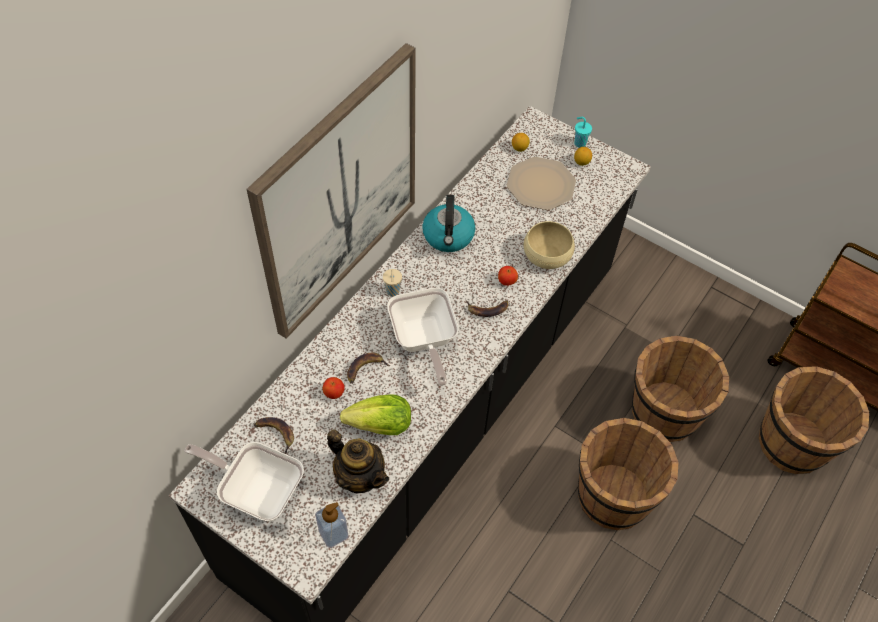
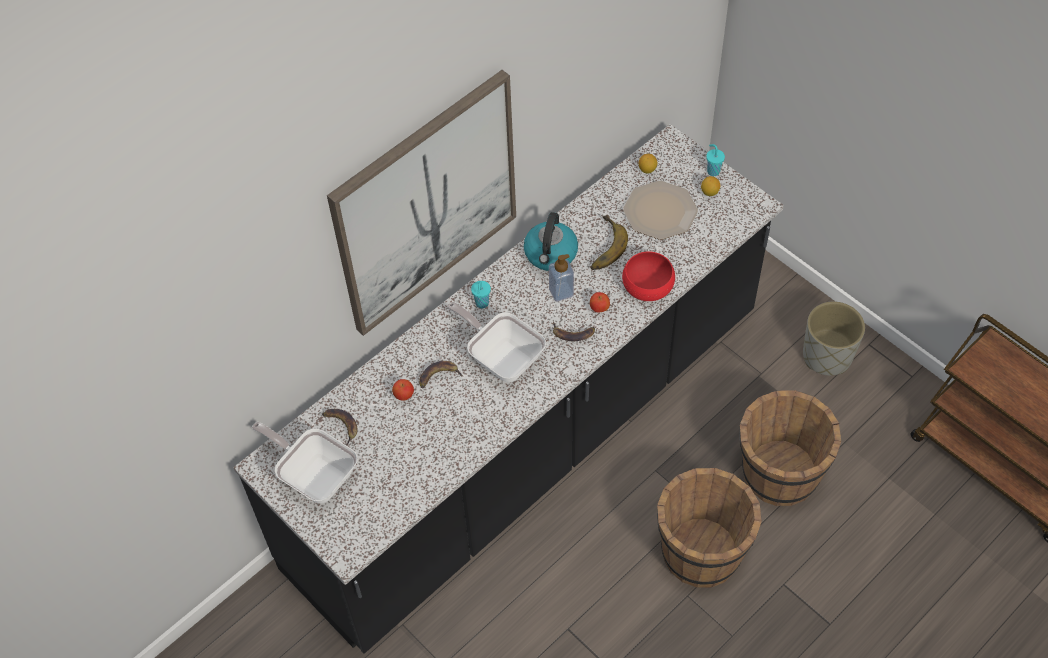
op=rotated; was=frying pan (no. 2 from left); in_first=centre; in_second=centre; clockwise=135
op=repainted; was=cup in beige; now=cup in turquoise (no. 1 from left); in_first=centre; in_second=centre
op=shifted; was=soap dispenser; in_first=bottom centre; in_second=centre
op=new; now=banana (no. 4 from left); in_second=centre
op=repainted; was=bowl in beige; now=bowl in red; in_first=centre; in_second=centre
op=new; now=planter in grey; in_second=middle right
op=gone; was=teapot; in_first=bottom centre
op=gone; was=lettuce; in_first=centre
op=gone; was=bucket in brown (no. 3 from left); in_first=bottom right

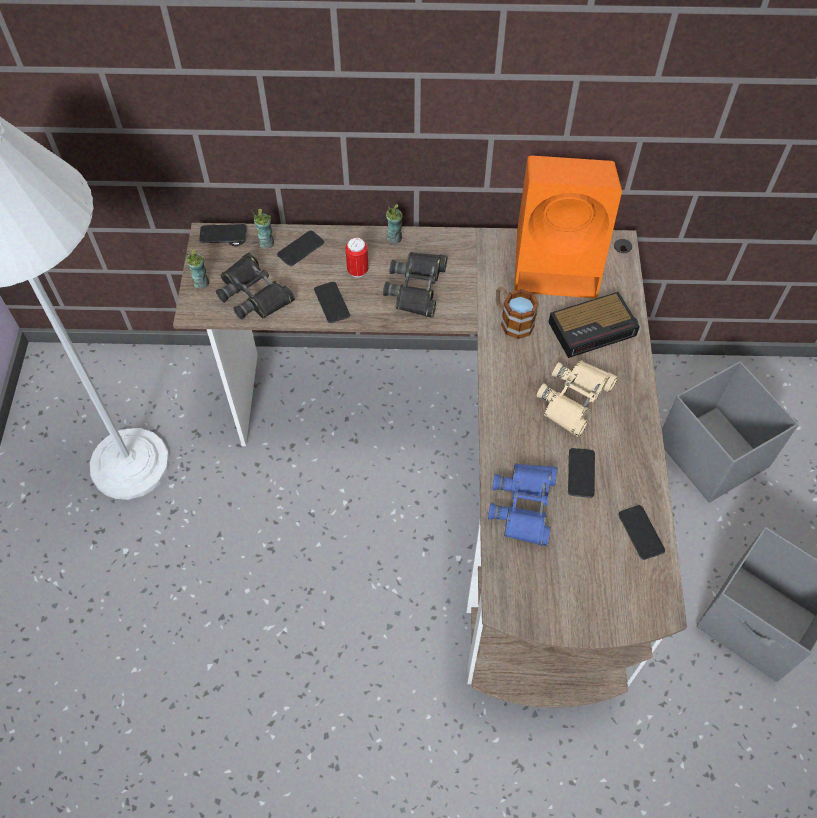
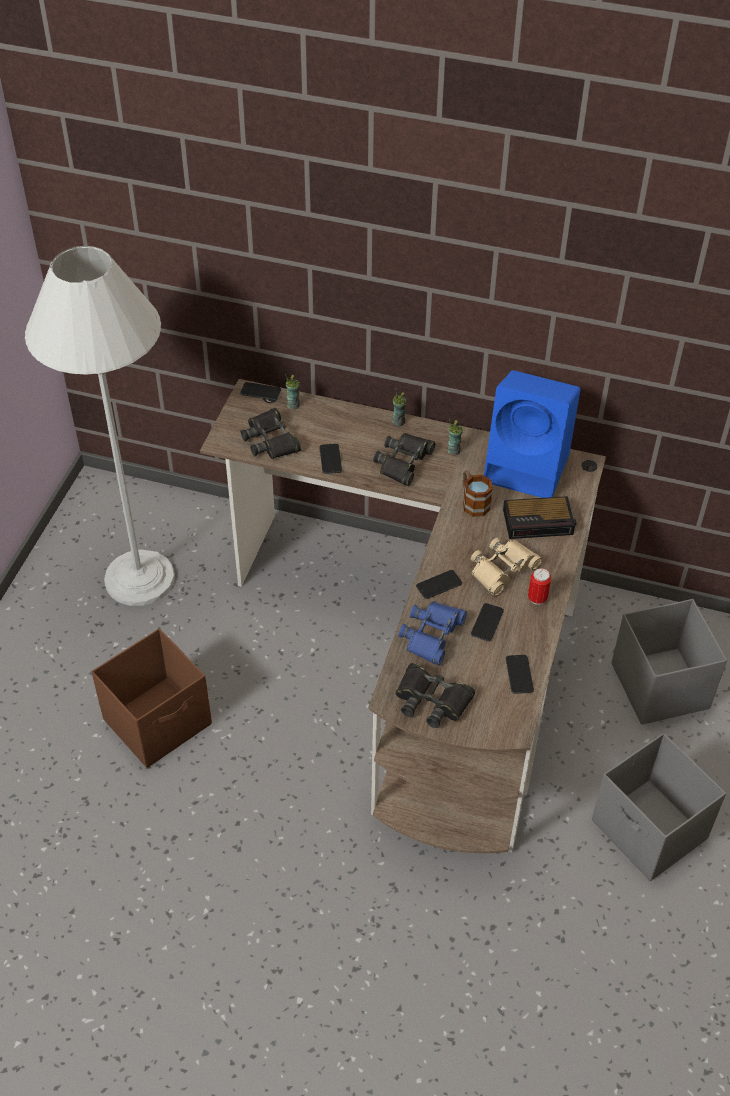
op=new; now=storage box in brown; in_second=middle left
op=new; now=binoculars in black (no. 3 from left); in_second=centre
op=shifted; was=phone (no. 2 from left in the first image); now=phone (no. 3 from left); in_first=top centre; in_second=centre
op=shifted; was=cup (no. 1 from left in the first image); now=cup (no. 3 from left); in_first=top left; in_second=centre
op=repainted; was=speaker in orange; now=speaker in blue; in_first=top right; in_second=middle right
op=shifted; was=can; in_first=top centre; in_second=middle right

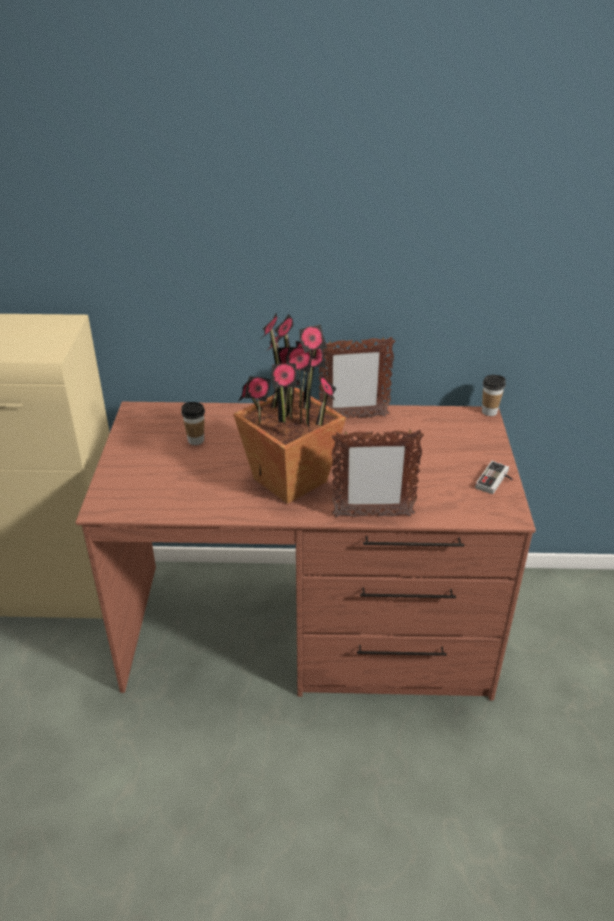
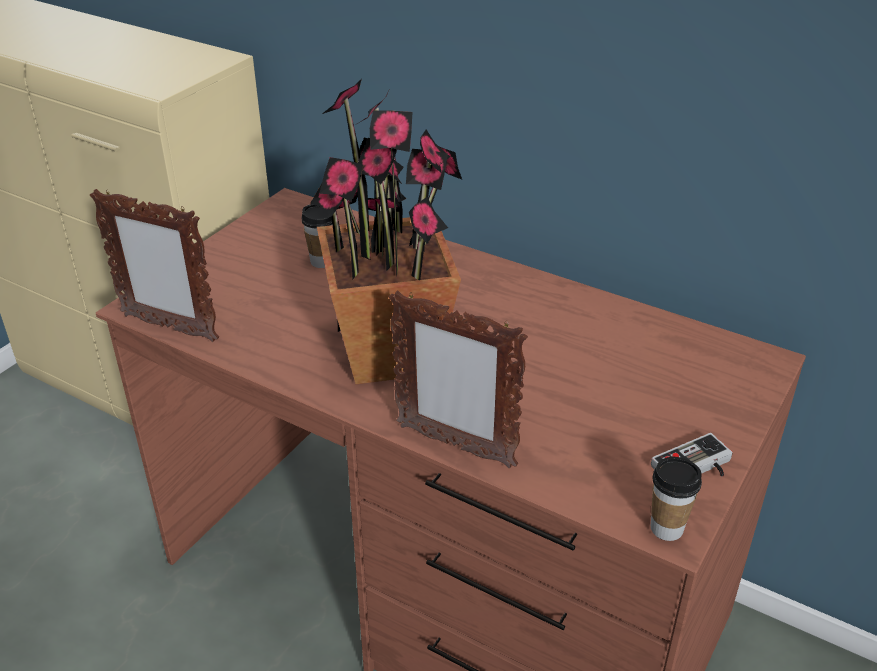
op=shifted; was=picture frame (no. 1 from left); in_first=centre; in_second=middle left
op=shifted; was=cup (no. 2 from left); in_first=middle right; in_second=bottom right

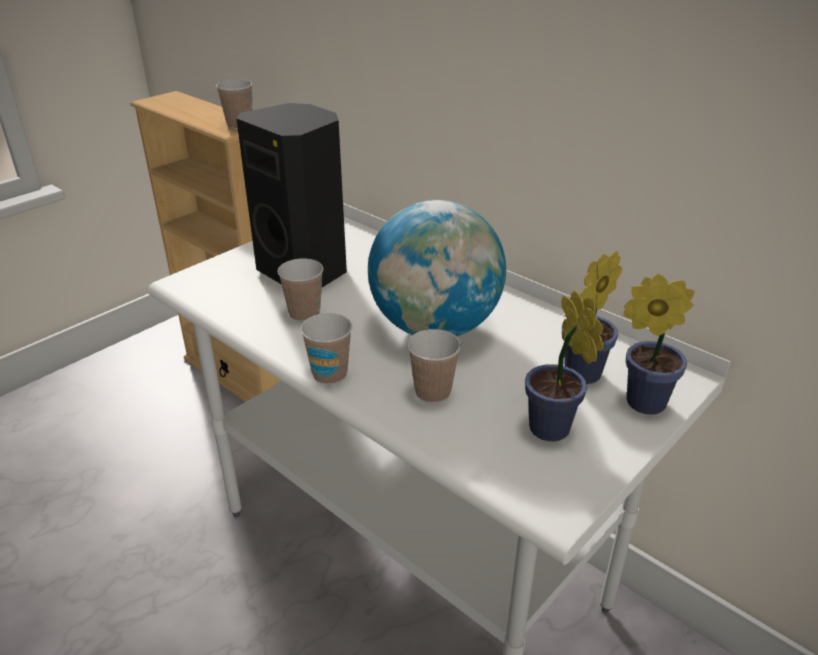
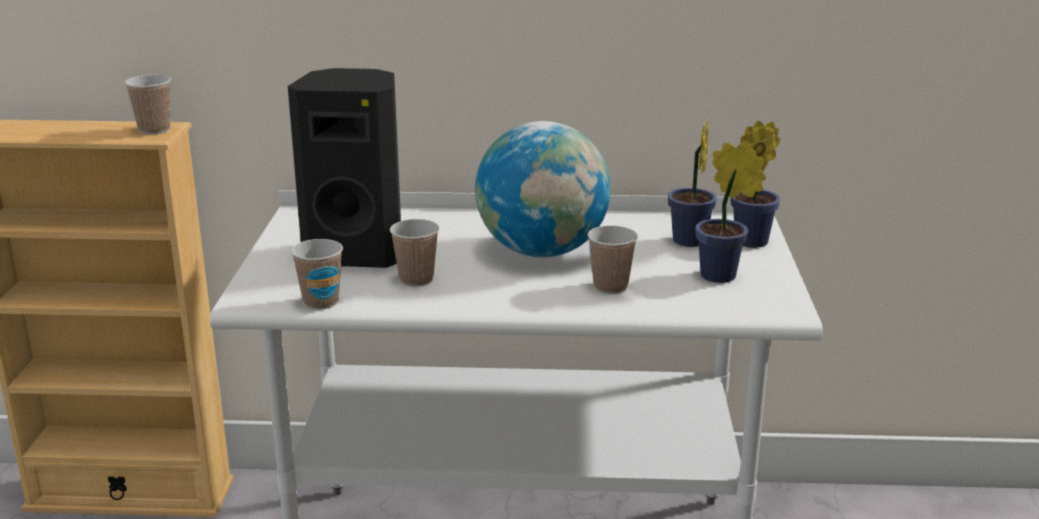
op=shifted; was=cup (no. 3 from left in the first image); now=cup (no. 2 from left); in_first=centre; in_second=middle left

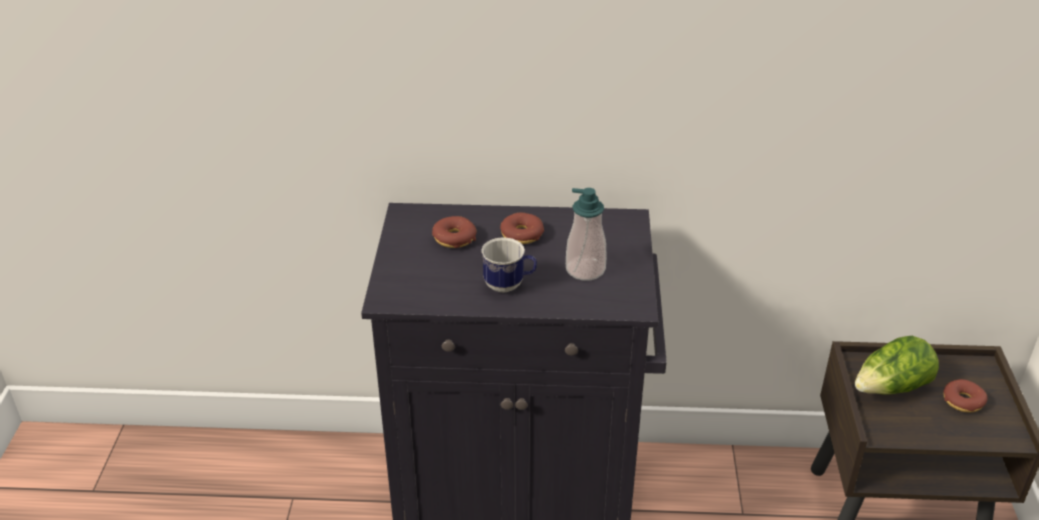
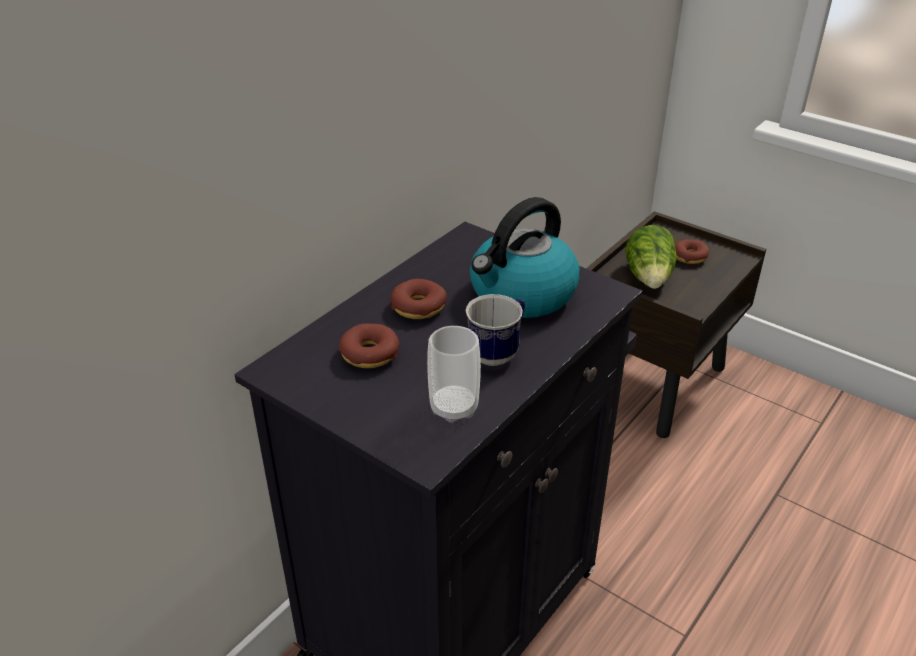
op=new; now=cup; in_second=centre
op=swapped; was=soap dispenser; now=kettle; in_first=centre; in_second=centre

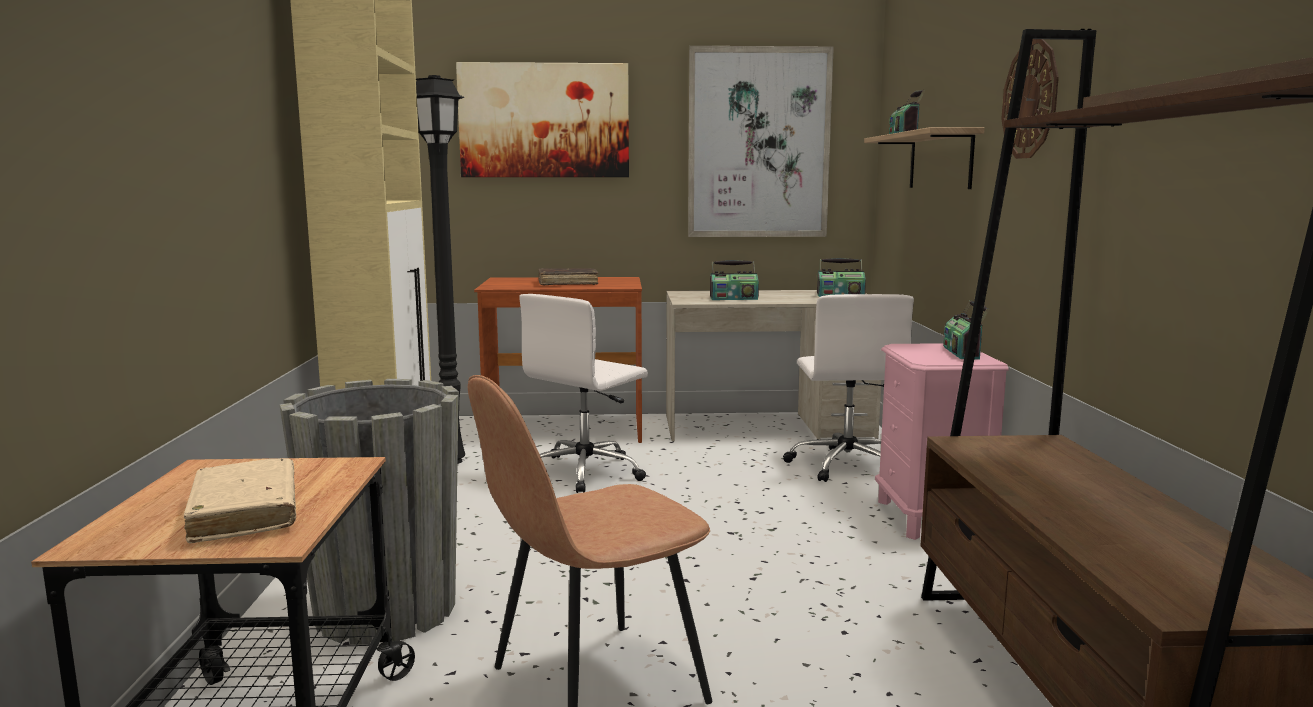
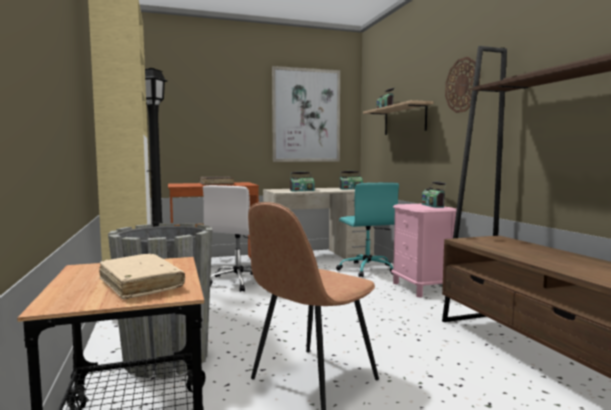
op=repainted; was=office chair in white (no. 2 from left); now=office chair in turquoise; in_first=centre; in_second=centre
op=gone; was=picture (no. 1 from left); in_first=top centre

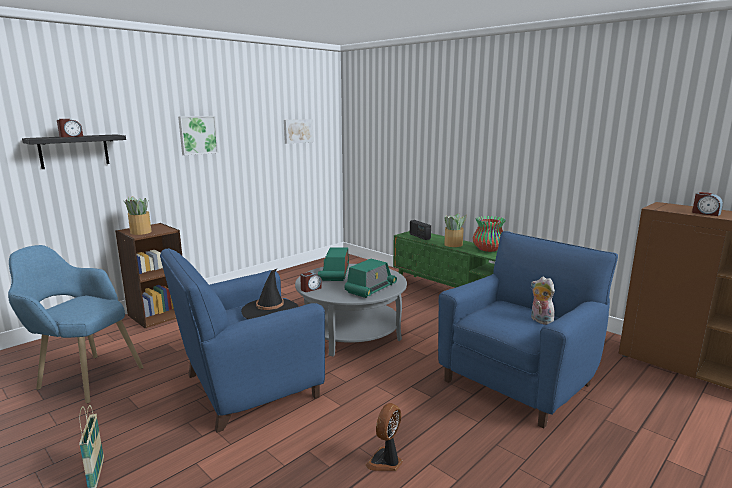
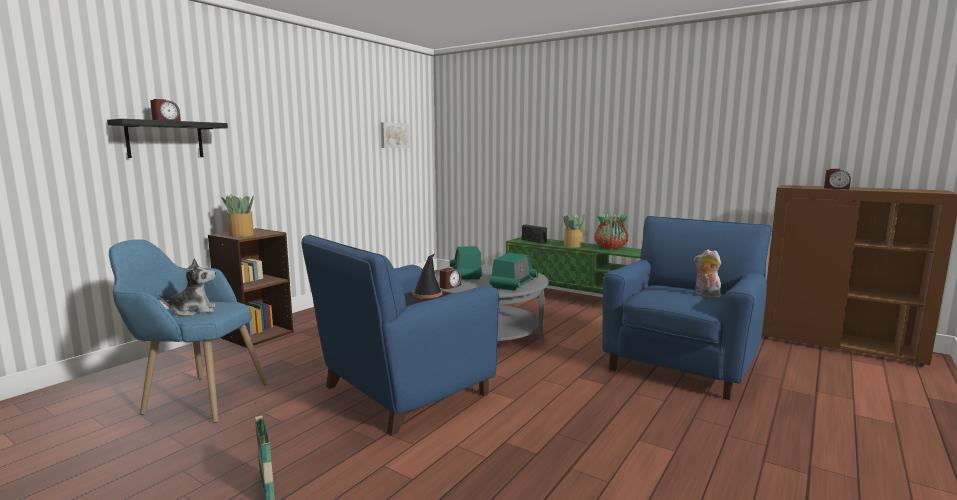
op=new; now=plush toy (no. 1 from left); in_second=middle left
op=gone; was=picture (no. 1 from left); in_first=top left
op=gone; was=fan; in_first=bottom centre

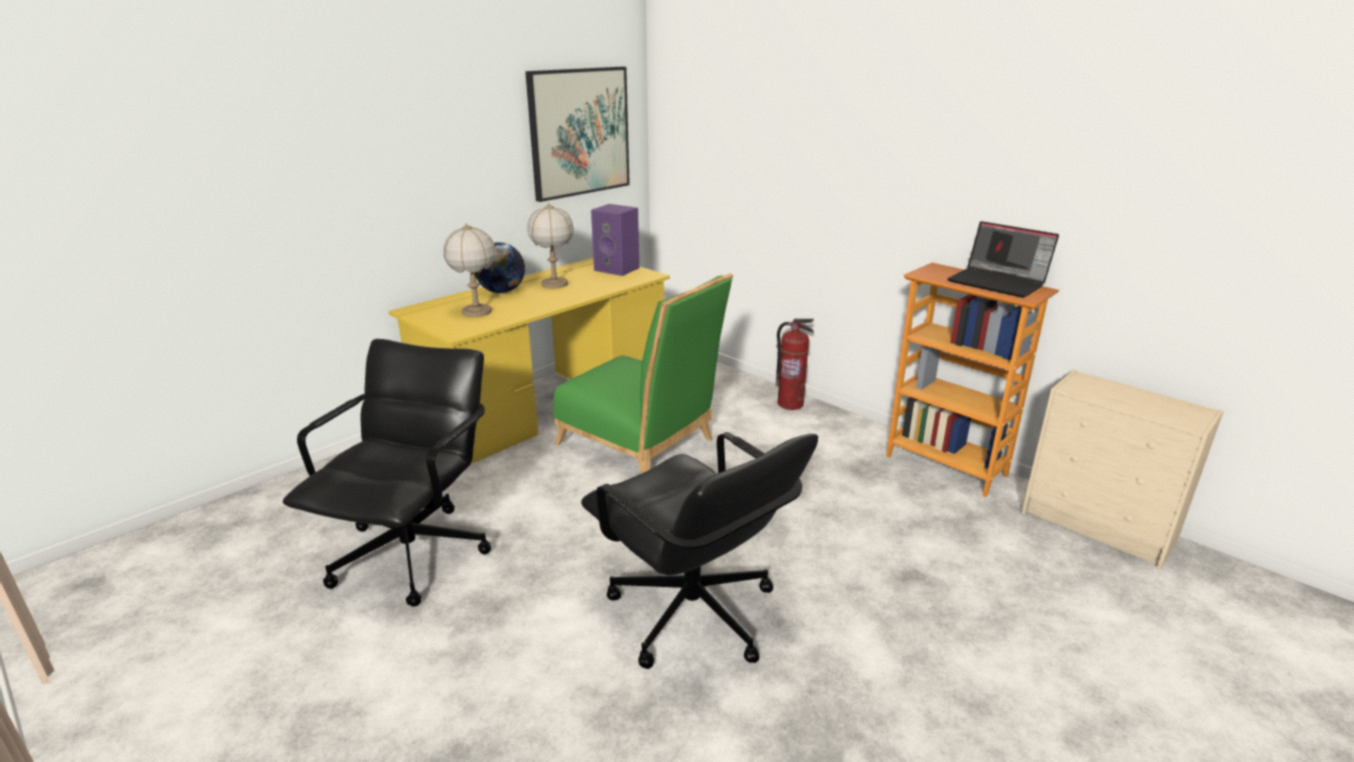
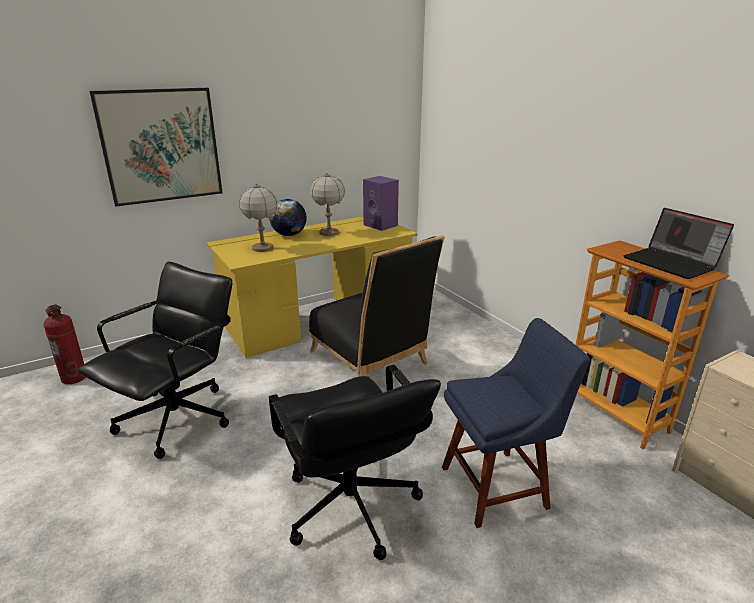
op=shifted; was=fire extinguisher; in_first=centre; in_second=middle left
op=shifted; was=picture; in_first=top centre; in_second=top left
op=repainted; was=chair in green; now=chair in black; in_first=centre; in_second=centre
op=new; now=chair in blue; in_second=bottom right

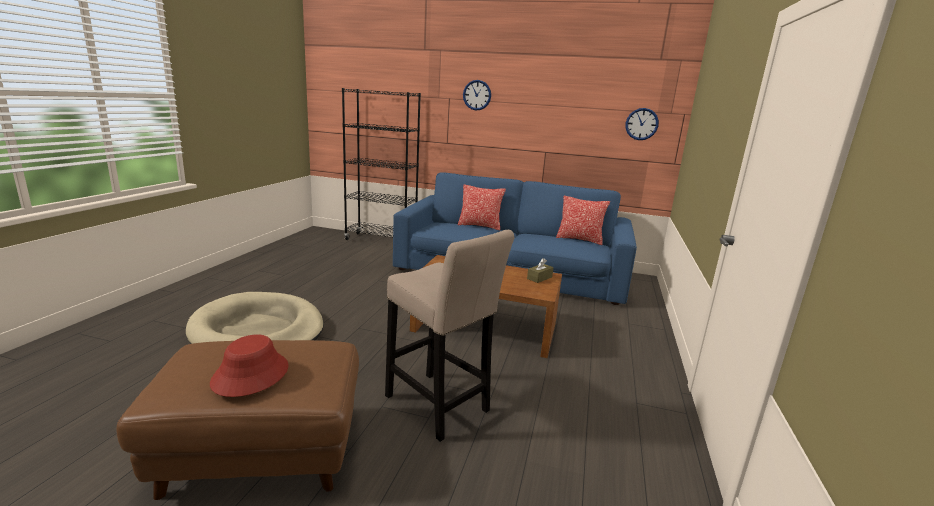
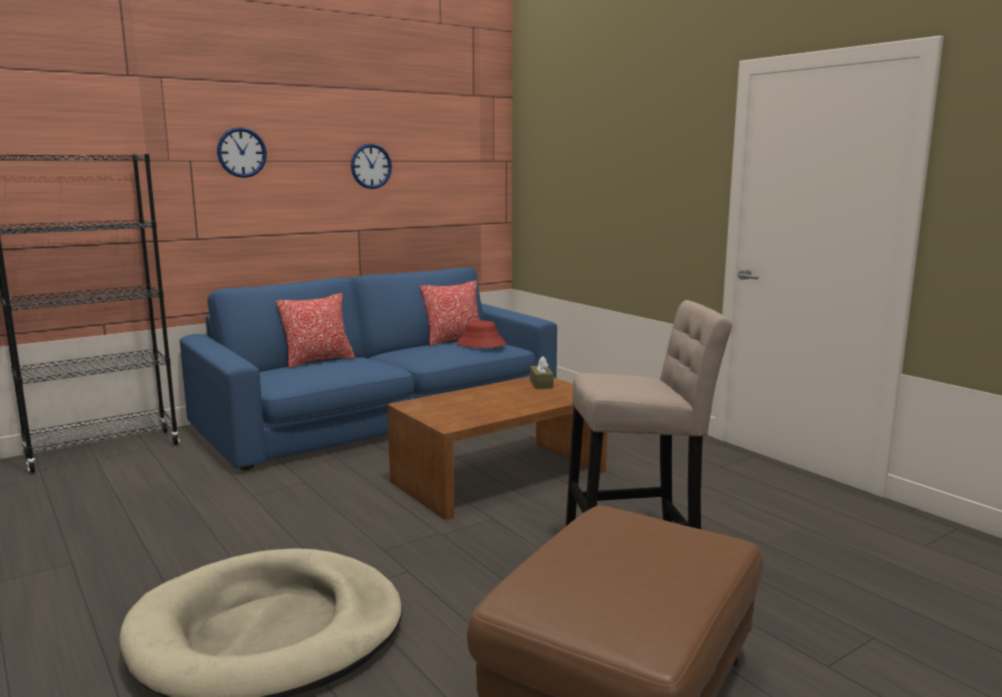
op=shifted; was=wall clock (no. 2 from left); in_first=top right; in_second=top centre
op=shifted; was=hat in red; in_first=bottom left; in_second=centre

